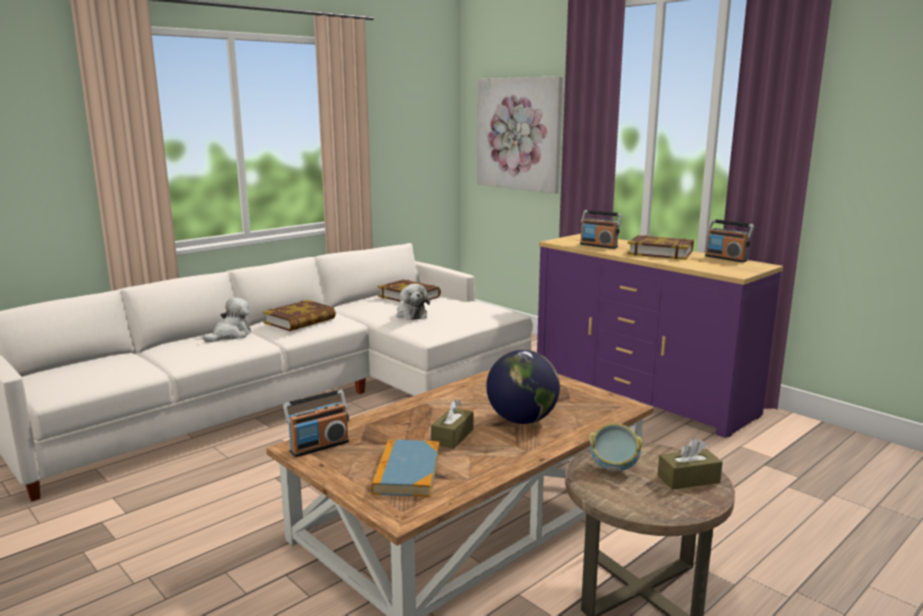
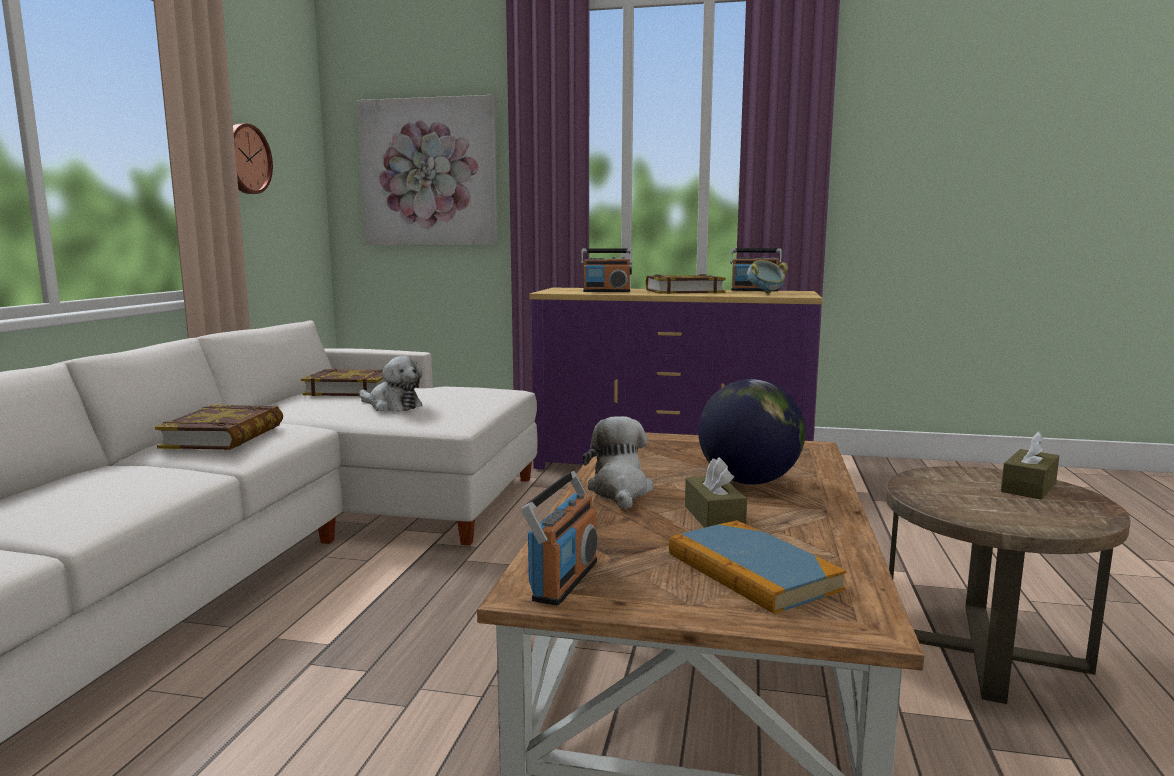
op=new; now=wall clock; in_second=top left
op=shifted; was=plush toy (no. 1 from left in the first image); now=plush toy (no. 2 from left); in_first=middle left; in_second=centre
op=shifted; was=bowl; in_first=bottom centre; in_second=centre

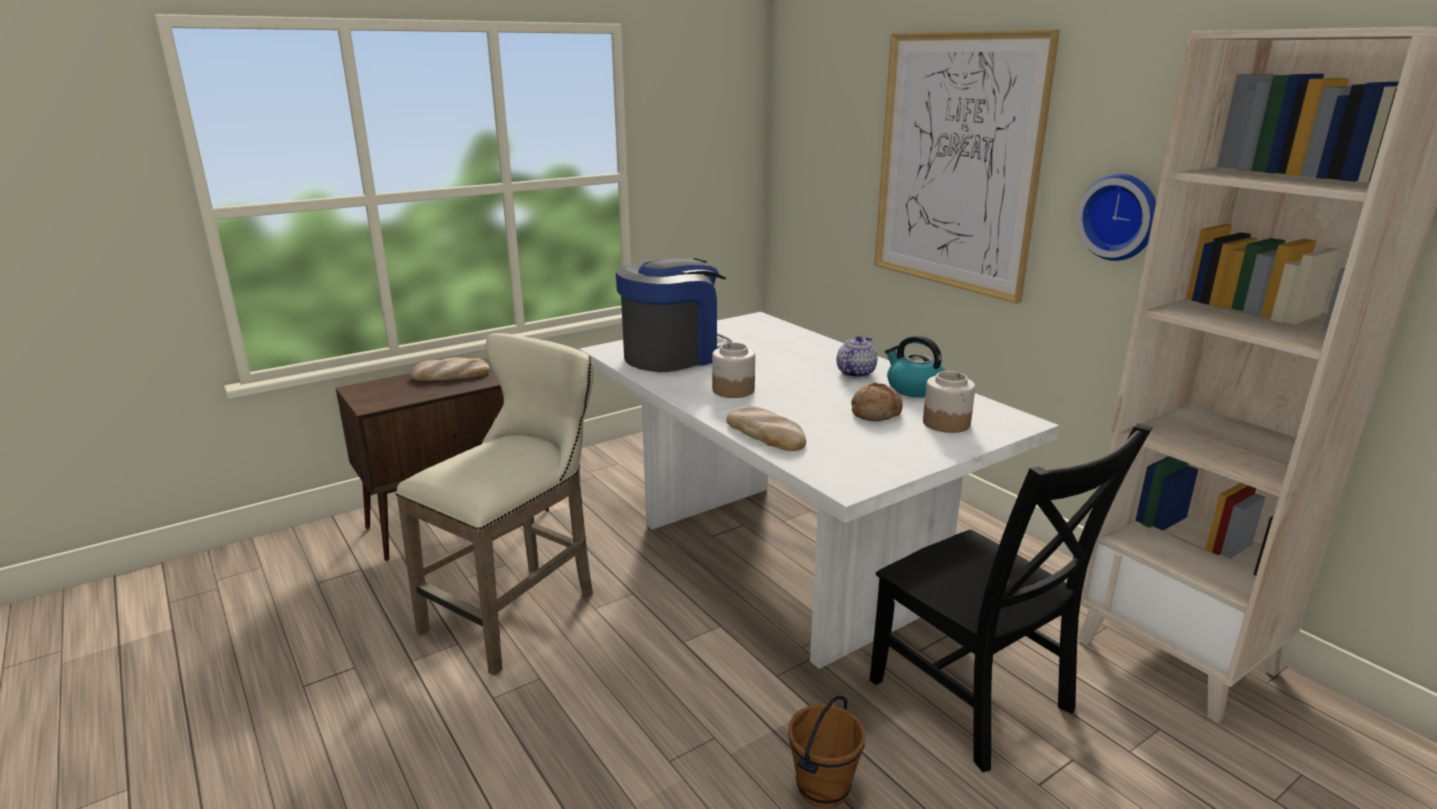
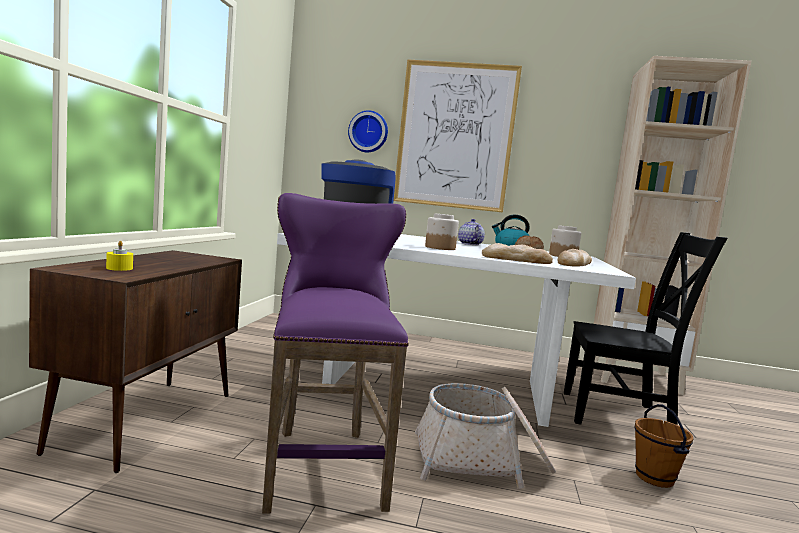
op=new; now=candle in yellow; in_second=middle left
op=repainted; was=stool in beige; now=stool in purple; in_first=centre; in_second=centre
op=shifted; was=wall clock; in_first=top right; in_second=top centre
op=new; now=basket; in_second=bottom centre
op=shifted; was=bread (no. 1 from left in the first image); now=bread (no. 3 from left); in_first=middle left; in_second=middle right

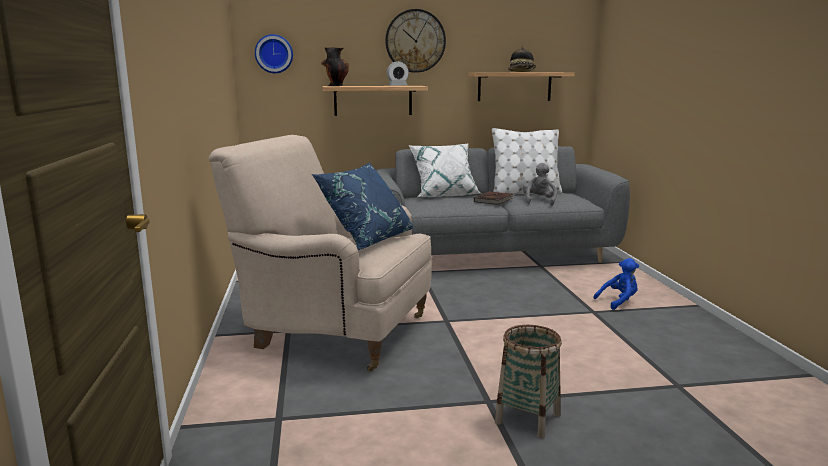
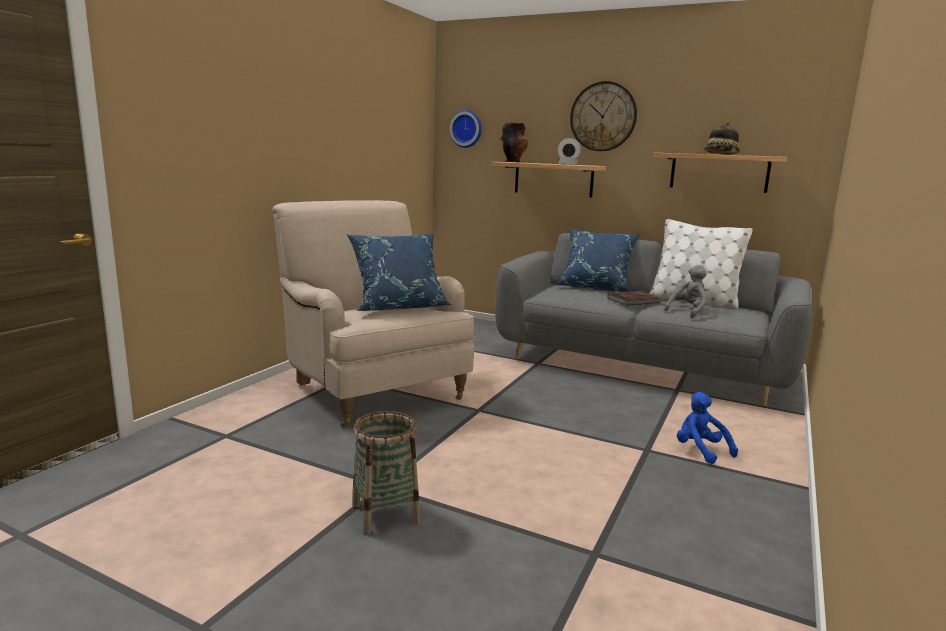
op=repainted; was=pillow in white (no. 1 from left); now=pillow in blue (no. 2 from left); in_first=centre; in_second=centre
op=rotated; was=plush toy in blue; in_first=middle right; in_second=bottom right; clockwise=-135

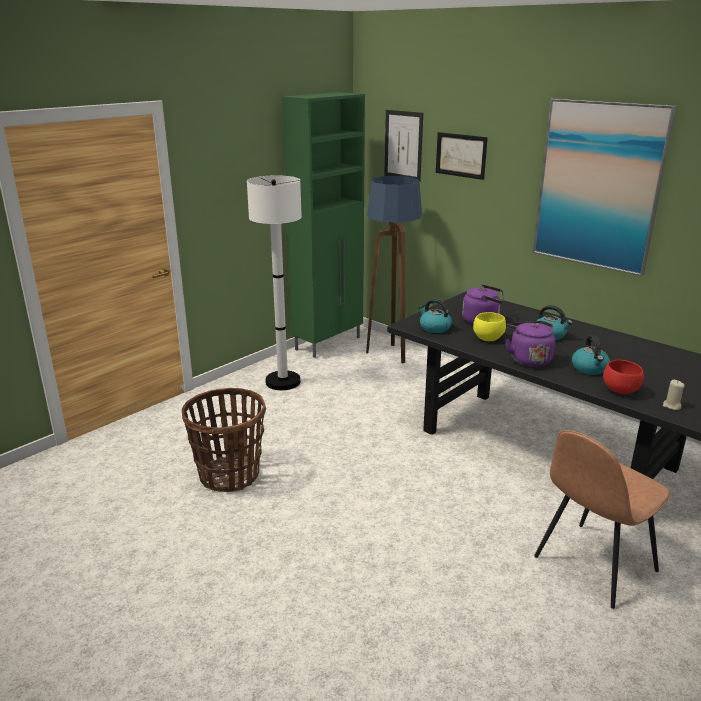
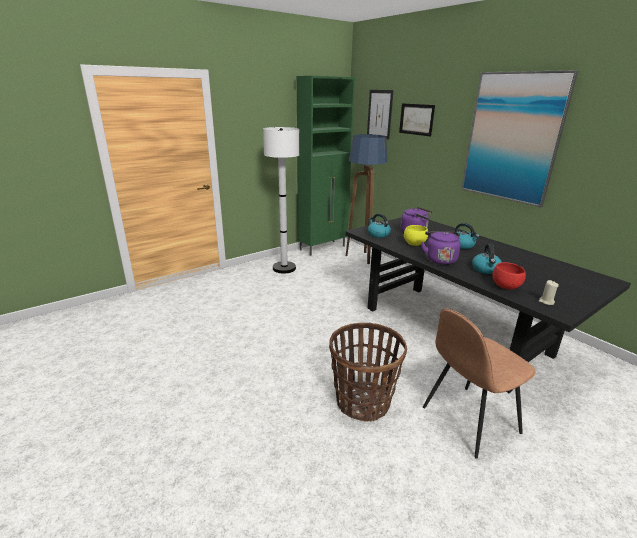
op=shifted; was=basket; in_first=middle left; in_second=bottom centre

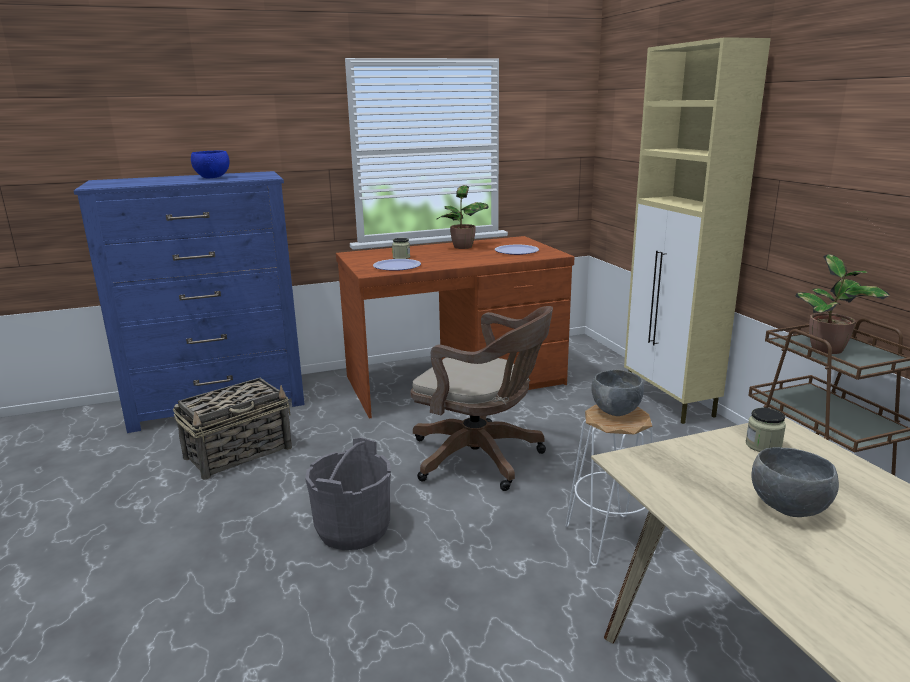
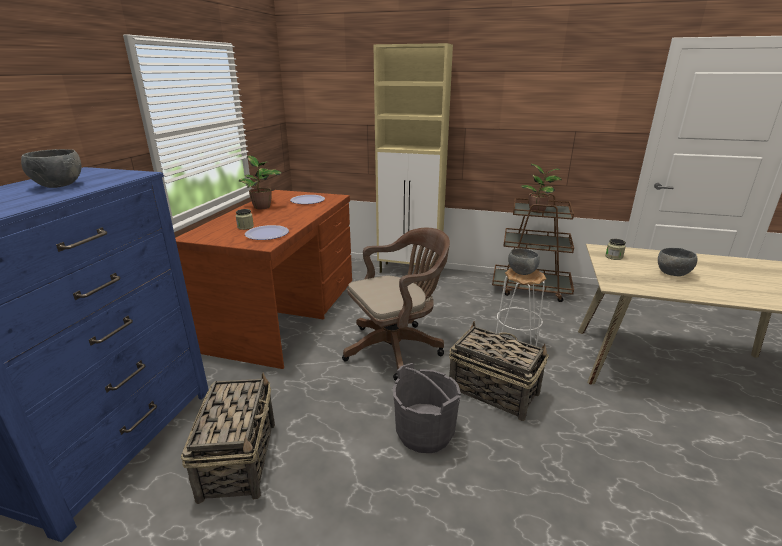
op=repainted; was=bowl in blue; now=bowl in grey (no. 1 from left); in_first=top left; in_second=top left
op=new; now=basket (no. 2 from left); in_second=bottom centre

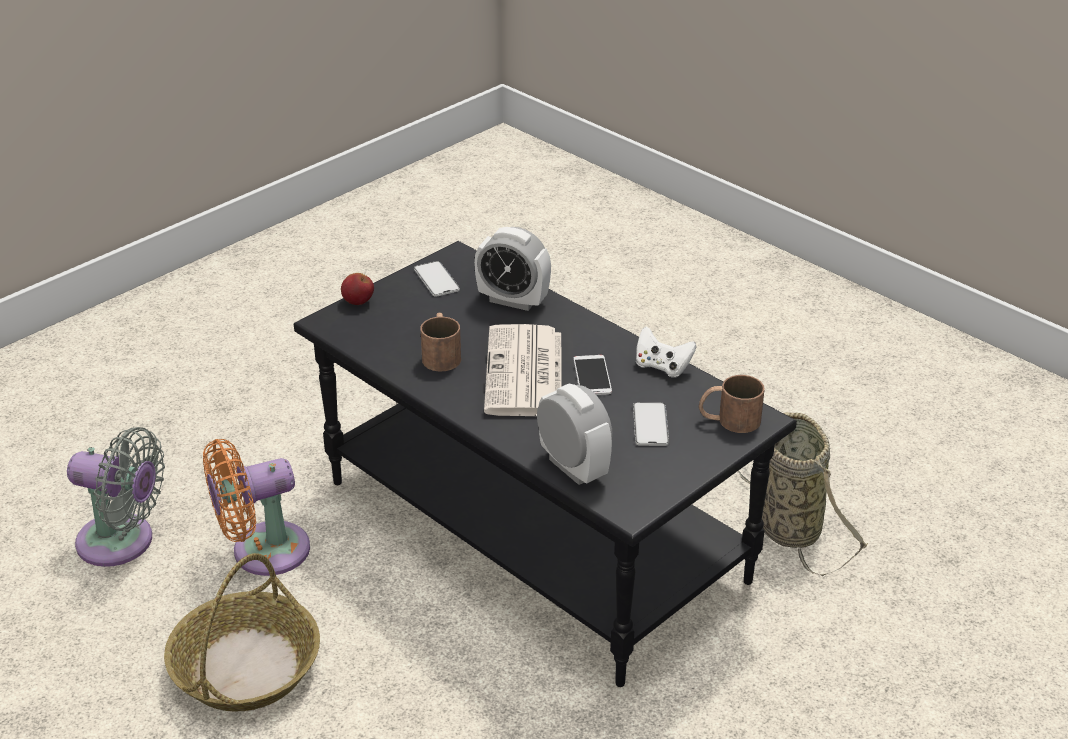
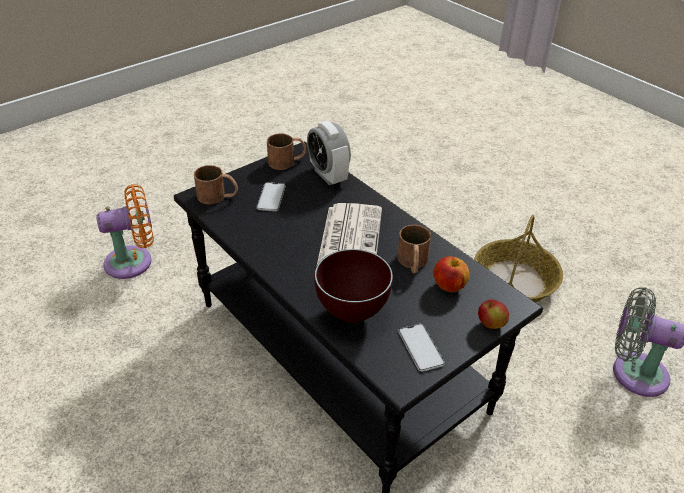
op=shifted; was=fan in orange; in_first=bottom left; in_second=middle left
op=new; now=mug in brown (no. 2 from left); in_second=top centre
op=swapped; was=alarm clock (no. 1 from left); now=bowl in brown; in_first=centre; in_second=centre
op=new; now=apple (no. 1 from left); in_second=centre
op=gone; was=phone (no. 2 from left); in_first=centre
op=gone; was=game controller in white; in_first=centre
op=gone; was=basket (no. 2 from left); in_first=bottom right

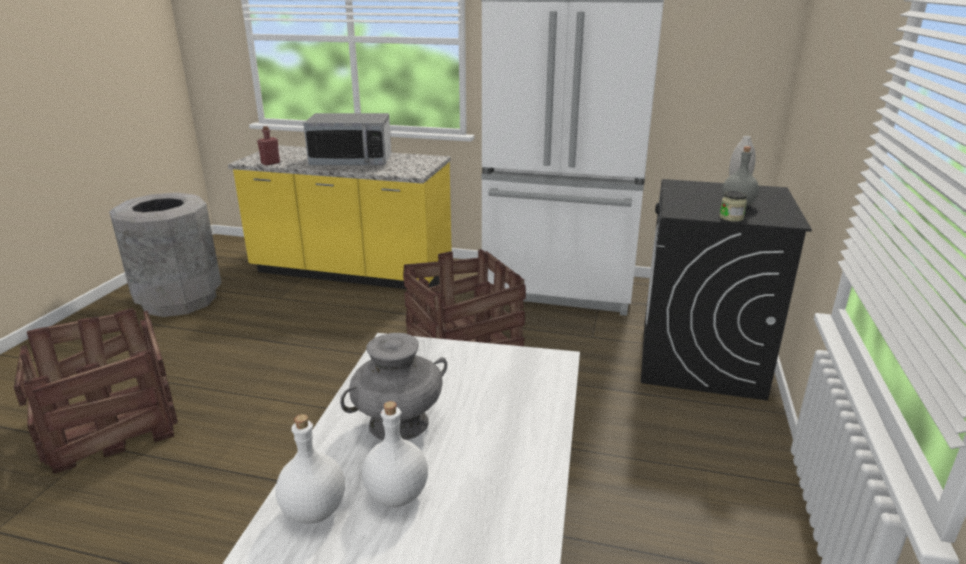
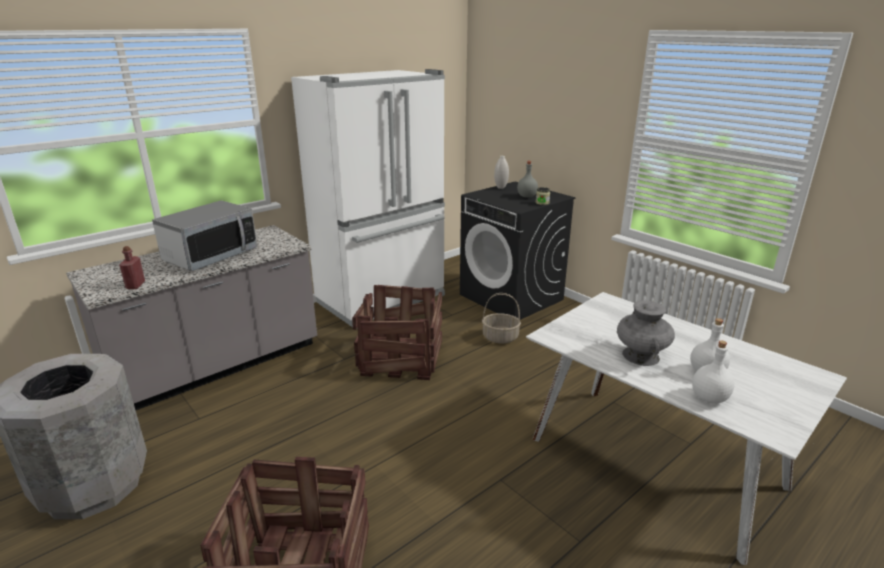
op=repainted; was=counter in yellow; now=counter in grey; in_first=centre; in_second=middle left
op=new; now=basket; in_second=centre

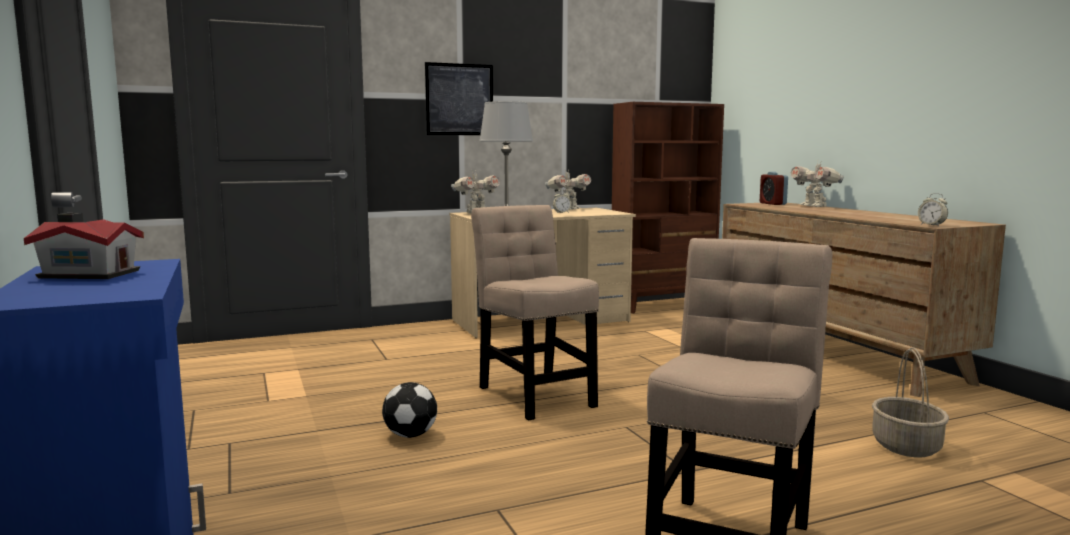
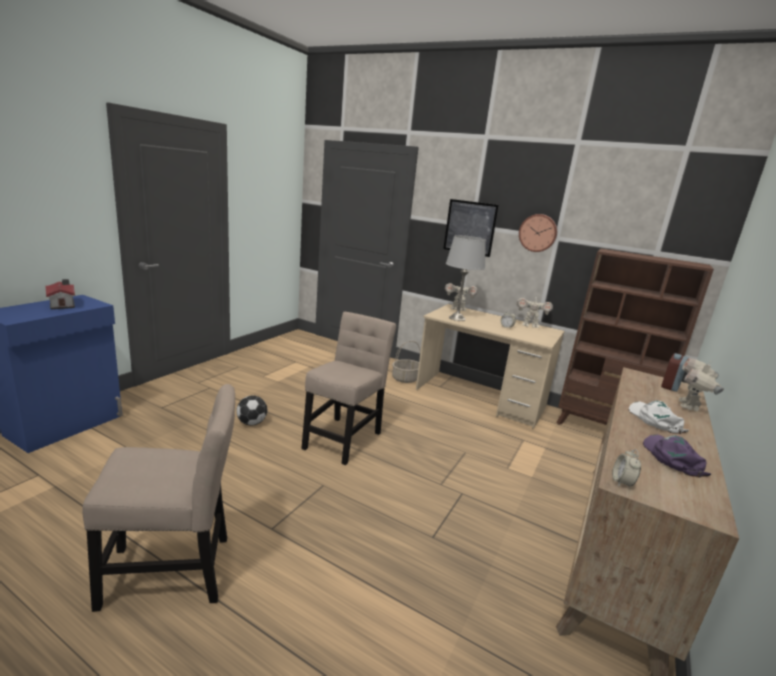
op=shifted; was=basket; in_first=bottom right; in_second=centre
op=new; now=wall clock; in_second=middle right
op=new; now=cap in white; in_second=middle right
op=new; now=cap in purple; in_second=bottom right

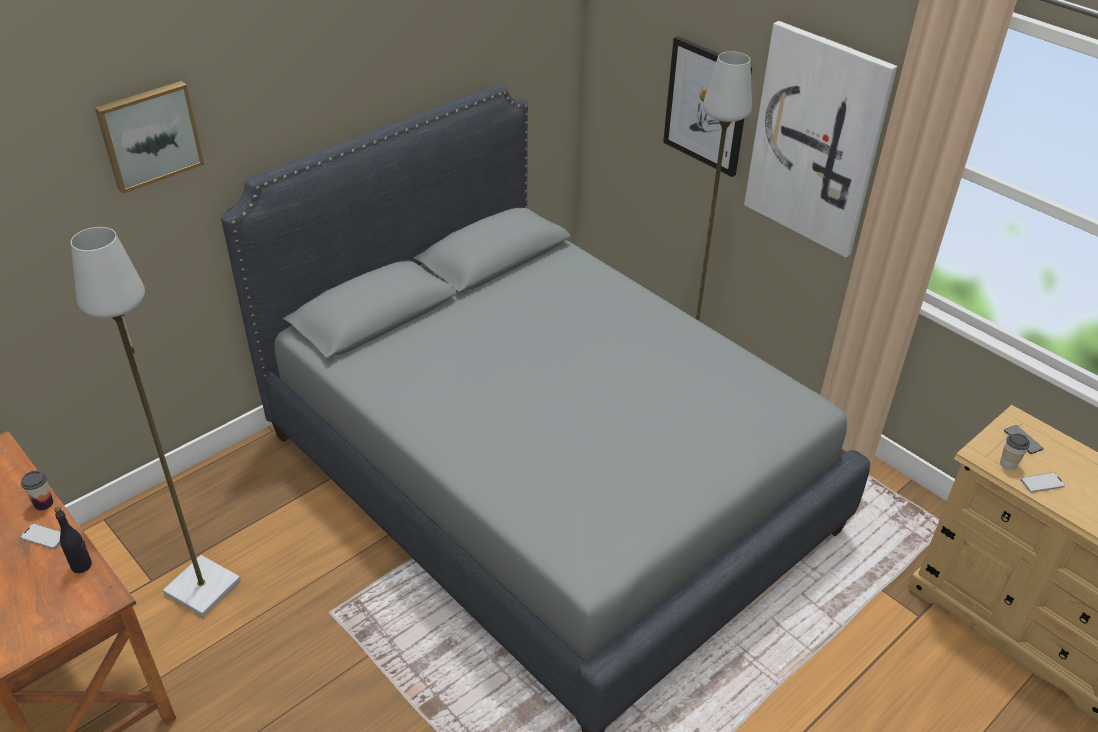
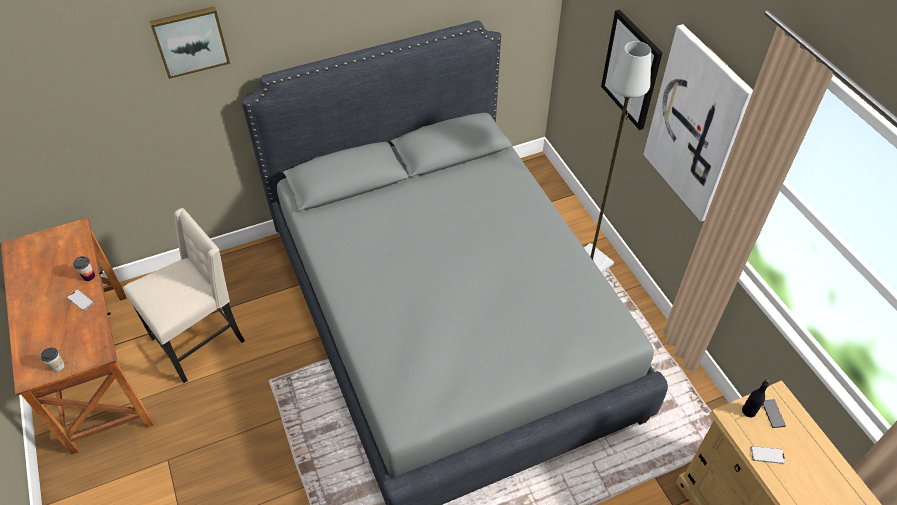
op=shifted; was=cup (no. 2 from left in the first image); now=cup (no. 1 from left); in_first=middle right; in_second=bottom left
op=swapped; was=floor lamp in grey (no. 1 from left); now=chair in beige; in_first=middle left; in_second=middle left
op=shifted; was=bottle in black; in_first=bottom left; in_second=bottom right

